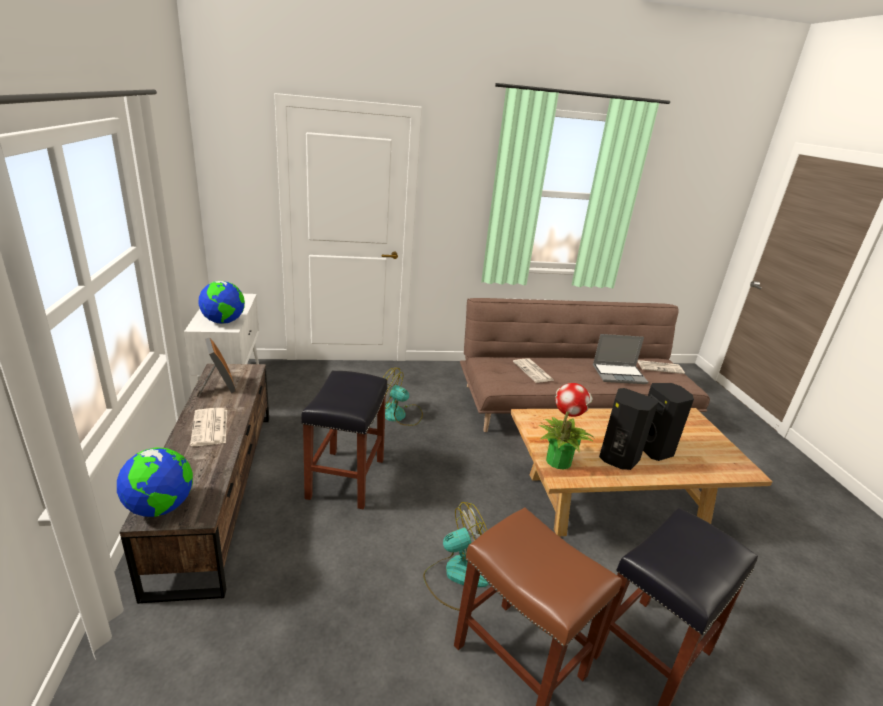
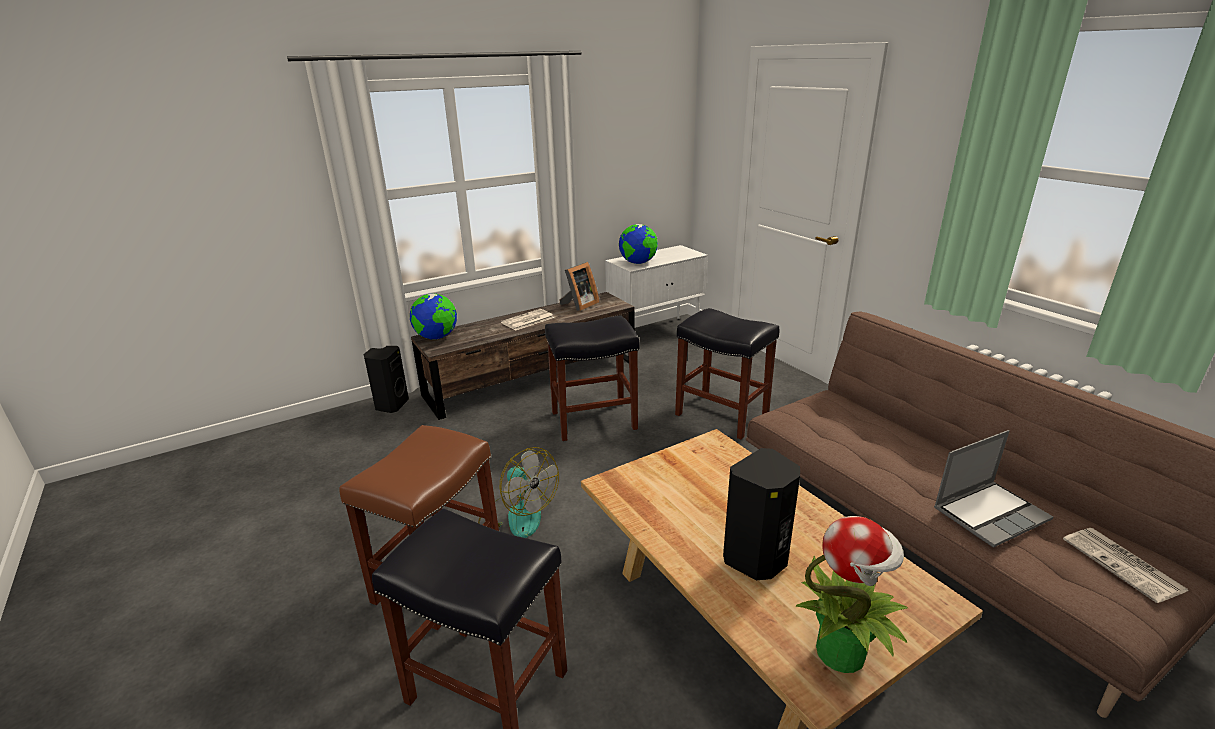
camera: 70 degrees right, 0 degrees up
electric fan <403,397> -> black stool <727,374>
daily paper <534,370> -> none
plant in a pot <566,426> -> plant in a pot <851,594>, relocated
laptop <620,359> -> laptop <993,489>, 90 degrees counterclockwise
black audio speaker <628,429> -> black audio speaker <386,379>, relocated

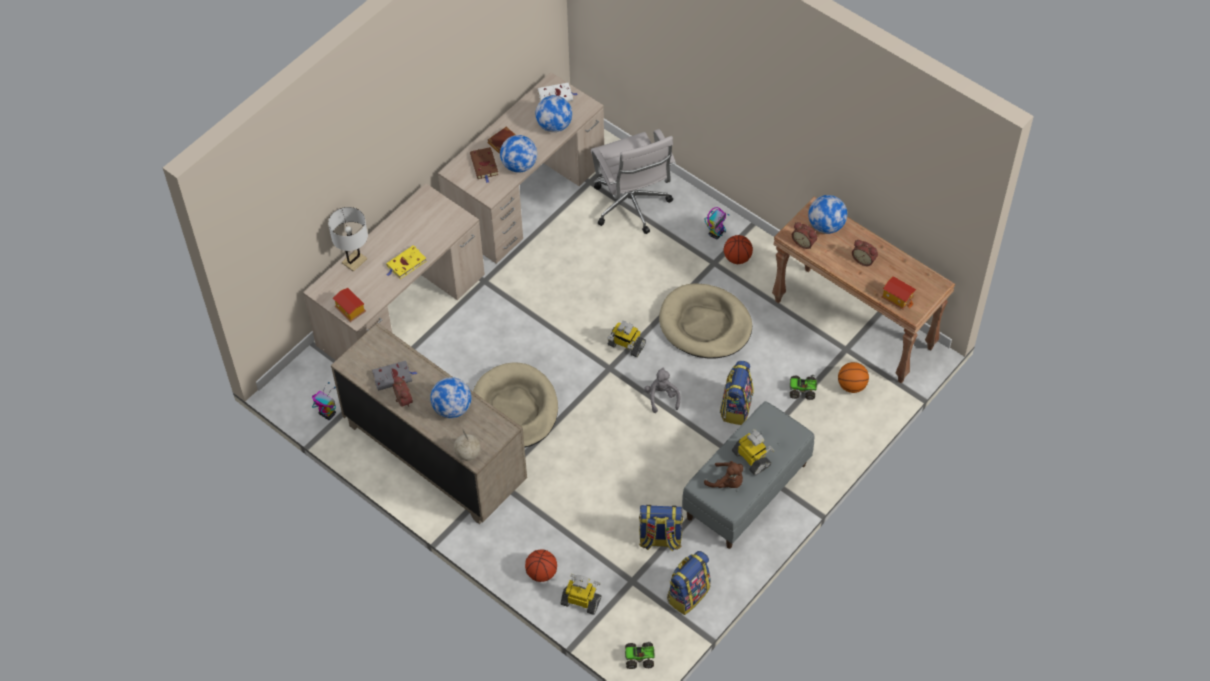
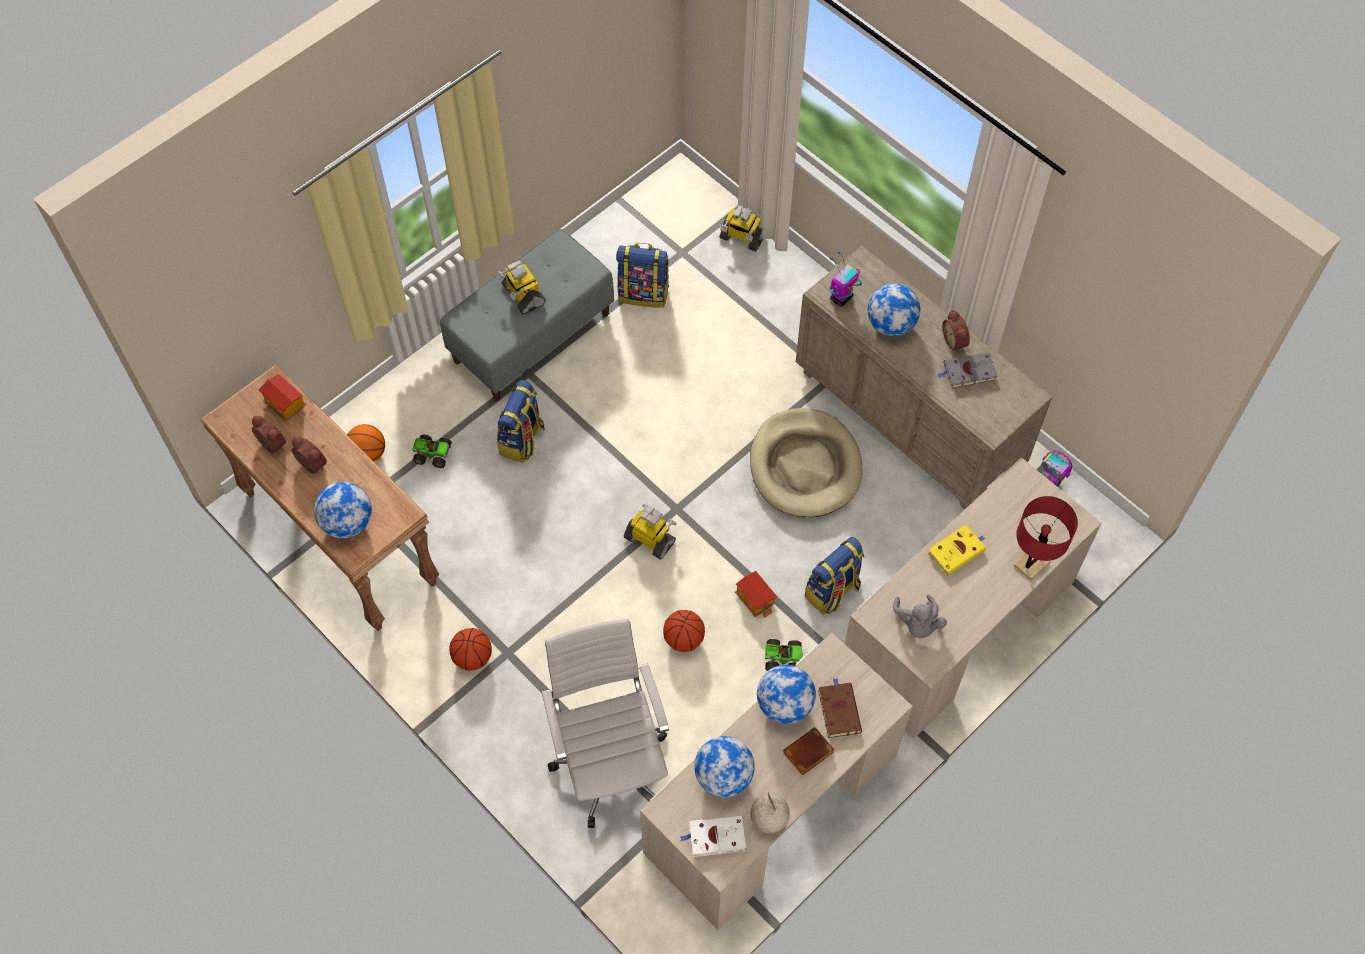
camera: 175 degrees left, 5 degrees up
white table lamp <348,239> -> red-coloured table lamp <1046,538>
model house <349,305> -> model house <756,594>, relocated
desk globe <467,445> -> desk globe <770,812>, relocated
basketball ball <541,566> -> basketball ball <684,631>, relocated
toy lorry <639,655> -> toy lorry <784,655>, relocated
greyish cuddly toy <662,390> -> greyish cuddly toy <920,616>, relocated
beige-coloured pet bed <705,321> -> none
rucksack <689,583> -> rucksack <834,576>, relocated
brown-coloured cuddly toy <723,474> -> none
model robot <717,223> -> model robot <846,279>, relocated
table clock <804,235> -> table clock <269,434>, relocated

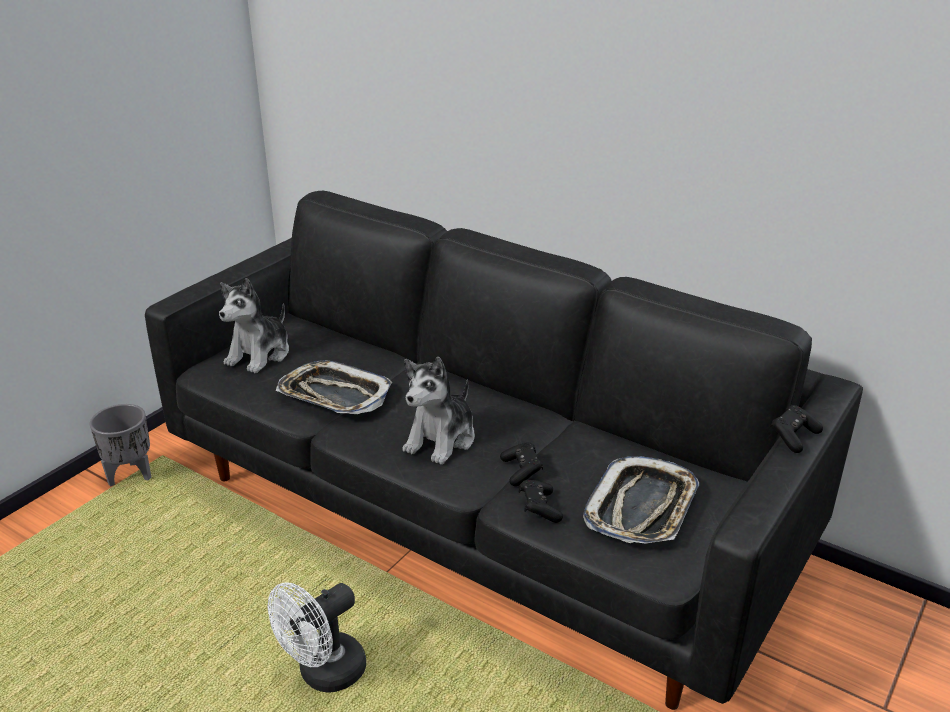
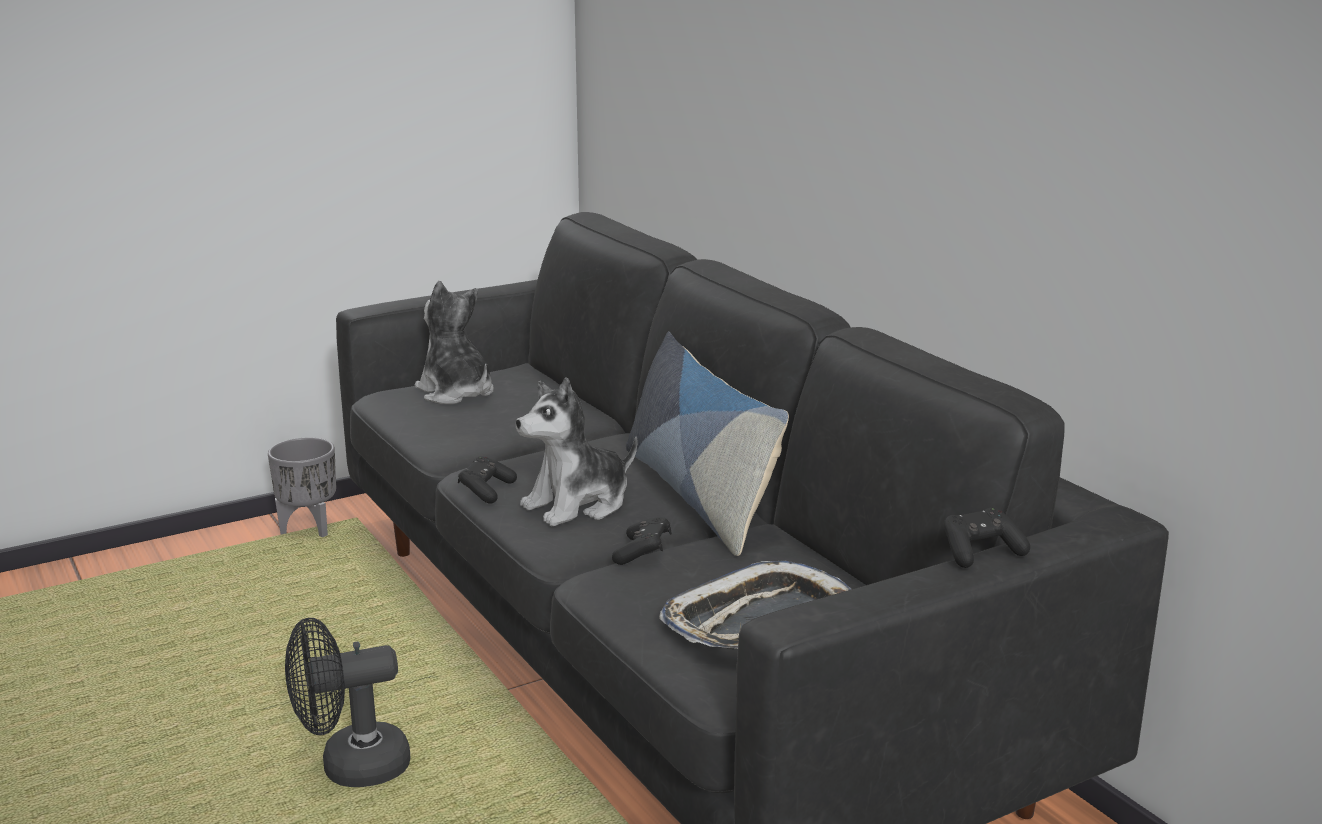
camera: 25 degrees right, 10 degrees down
cuddly toy <254,325> -> cuddly toy <454,343>, 90 degrees clockwise
white electric fan <317,637> -> black electric fan <347,702>
serving tray <334,387> -> none
black joypad <541,501> -> black joypad <487,480>, relocated
none -> pillow <707,443>

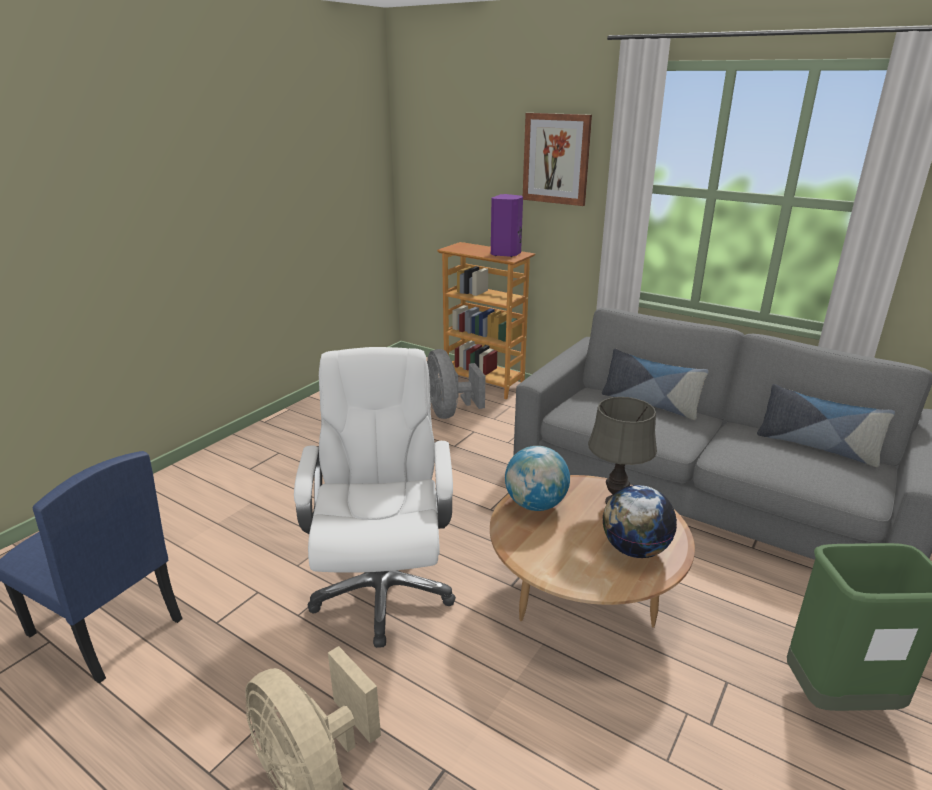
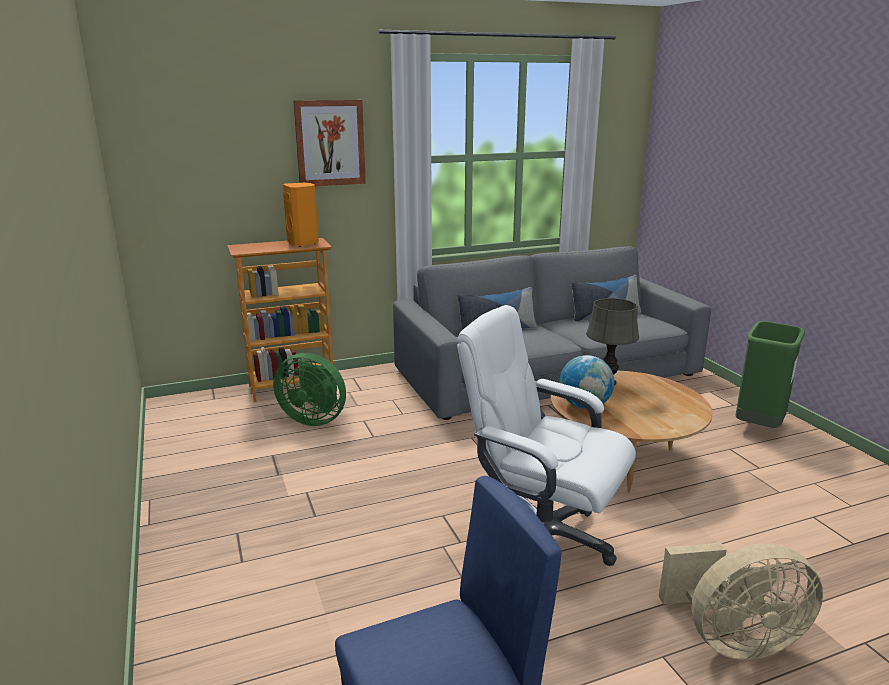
camera: 55 degrees left, 5 degrees down
greyish electric fan <456,384> -> green electric fan <309,389>
purple audio speaker <507,225> -> orange-coloured audio speaker <300,215>
desk globe <640,521> -> none

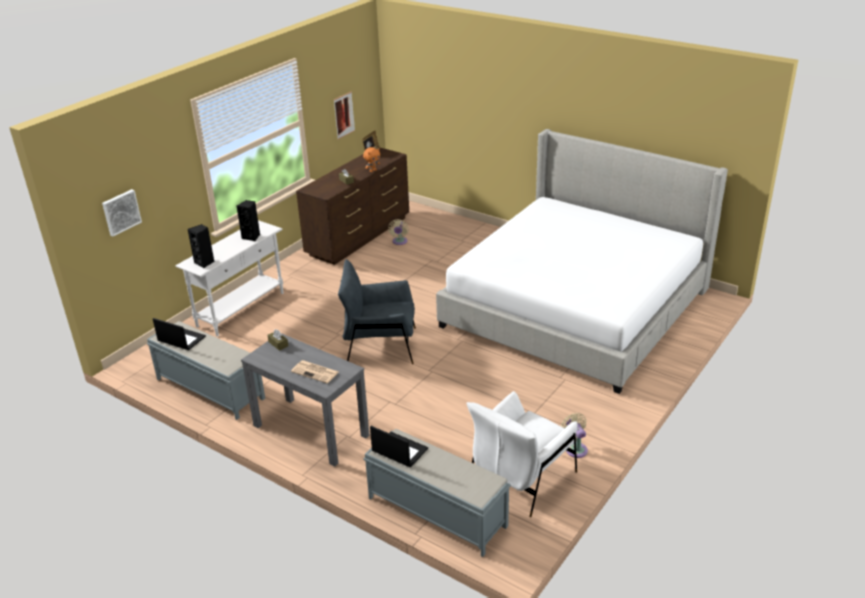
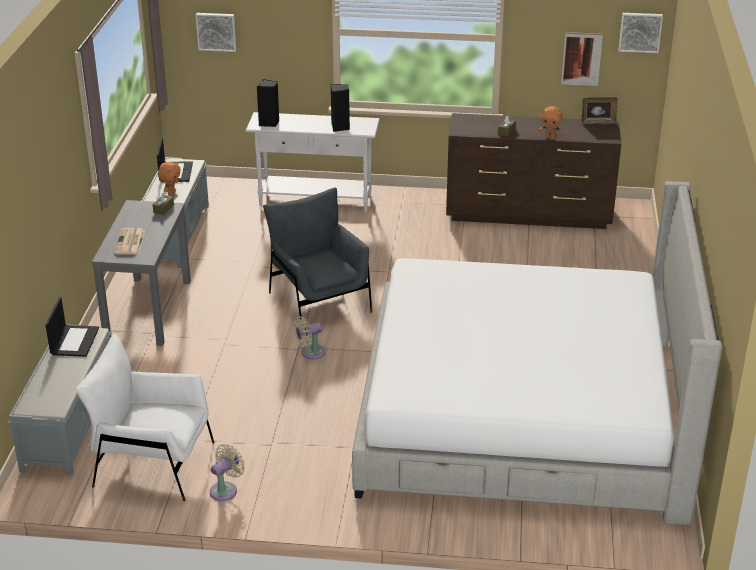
camera: 60 degrees right, 0 degrees up
beige-coloured electric fan <398,232> -> beige-coloured electric fan <309,338>, relocated
none -> orange-coloured cuddly toy <169,179>
none -> wall picture <641,33>

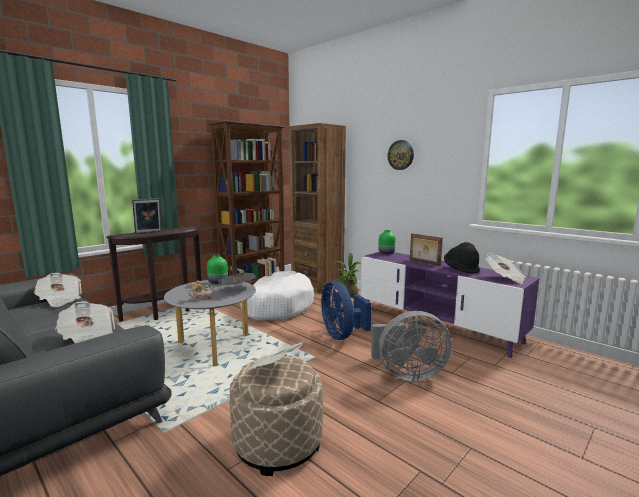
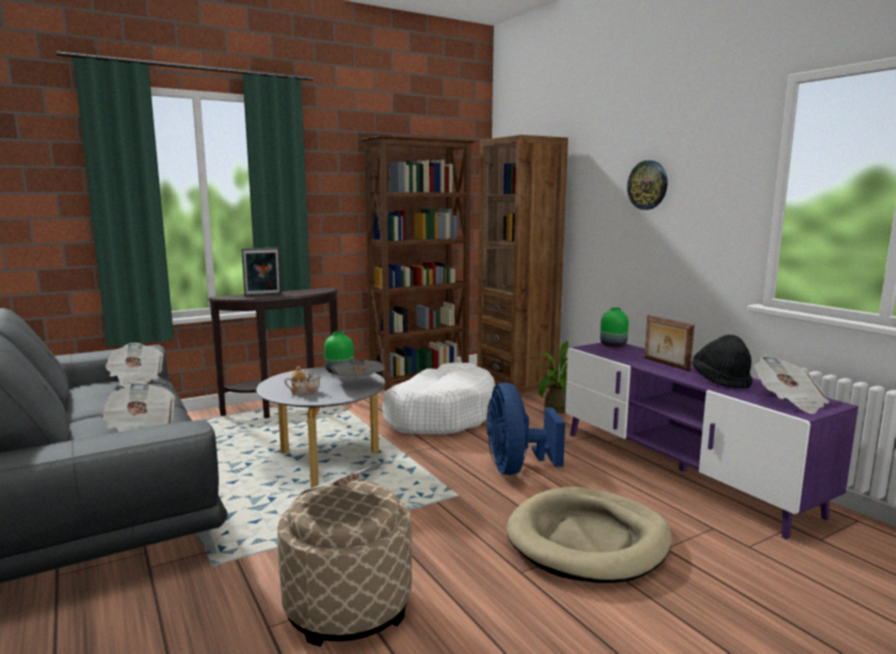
camera: 15 degrees right, 0 degrees up
greyish electric fan <411,346> -> beige-coloured pet bed <589,535>

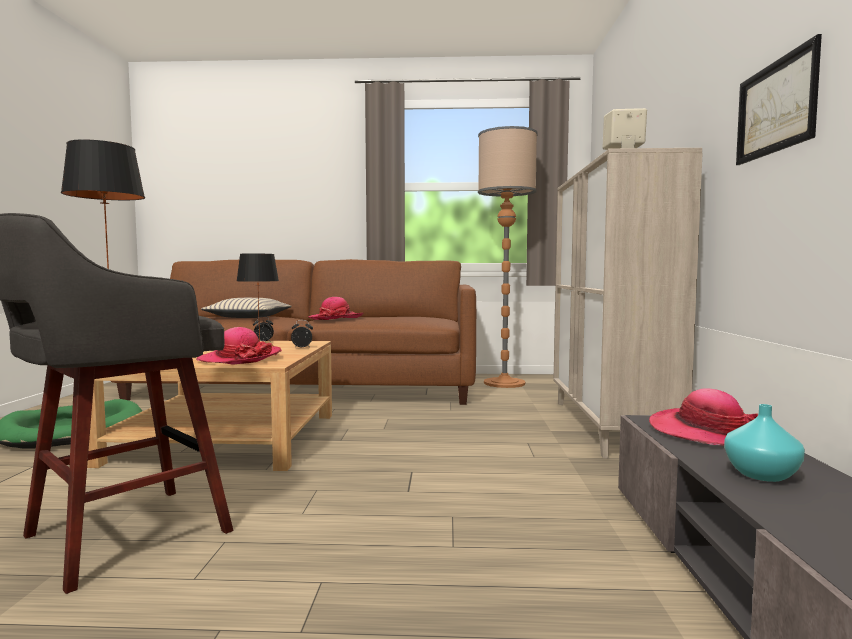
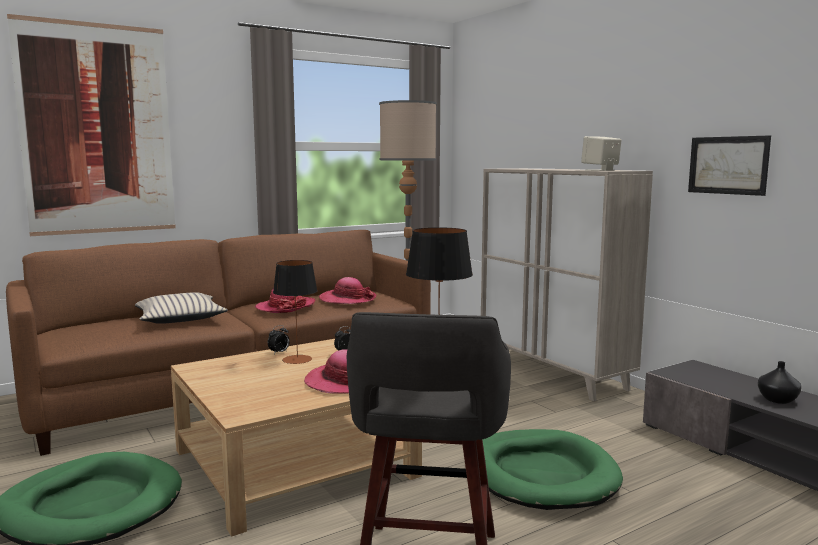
camera: 35 degrees left, 5 degrees up
wearable hat <703,416> -> wearable hat <347,290>, relocated
turquoise flower vase <764,443> -> black flower vase <779,382>
none -> wall picture <91,125>
none -> green pet bed <552,469>

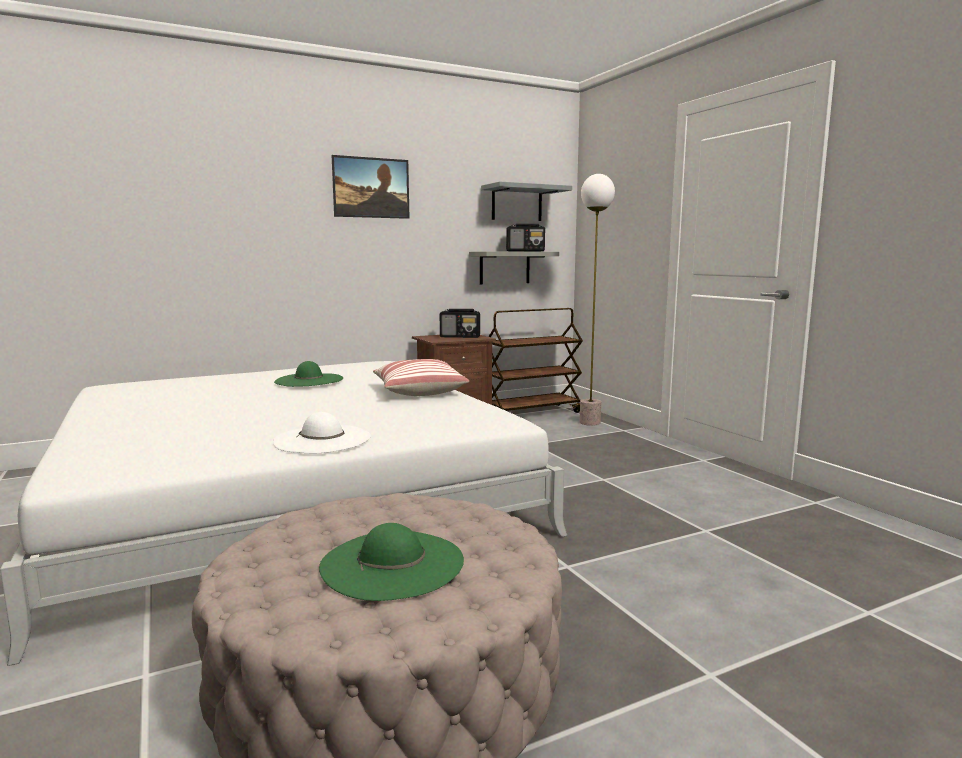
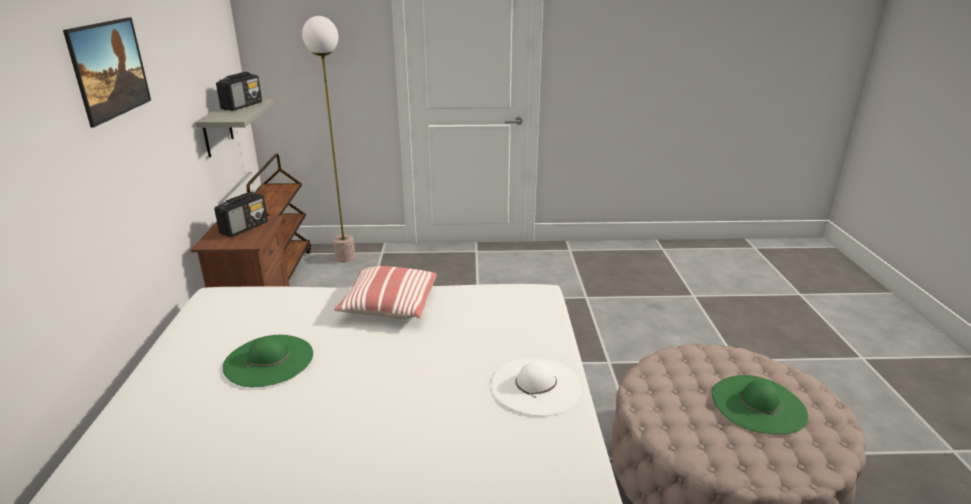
camera: 65 degrees left, 15 degrees up
greyish wall shelf <526,201> -> none

